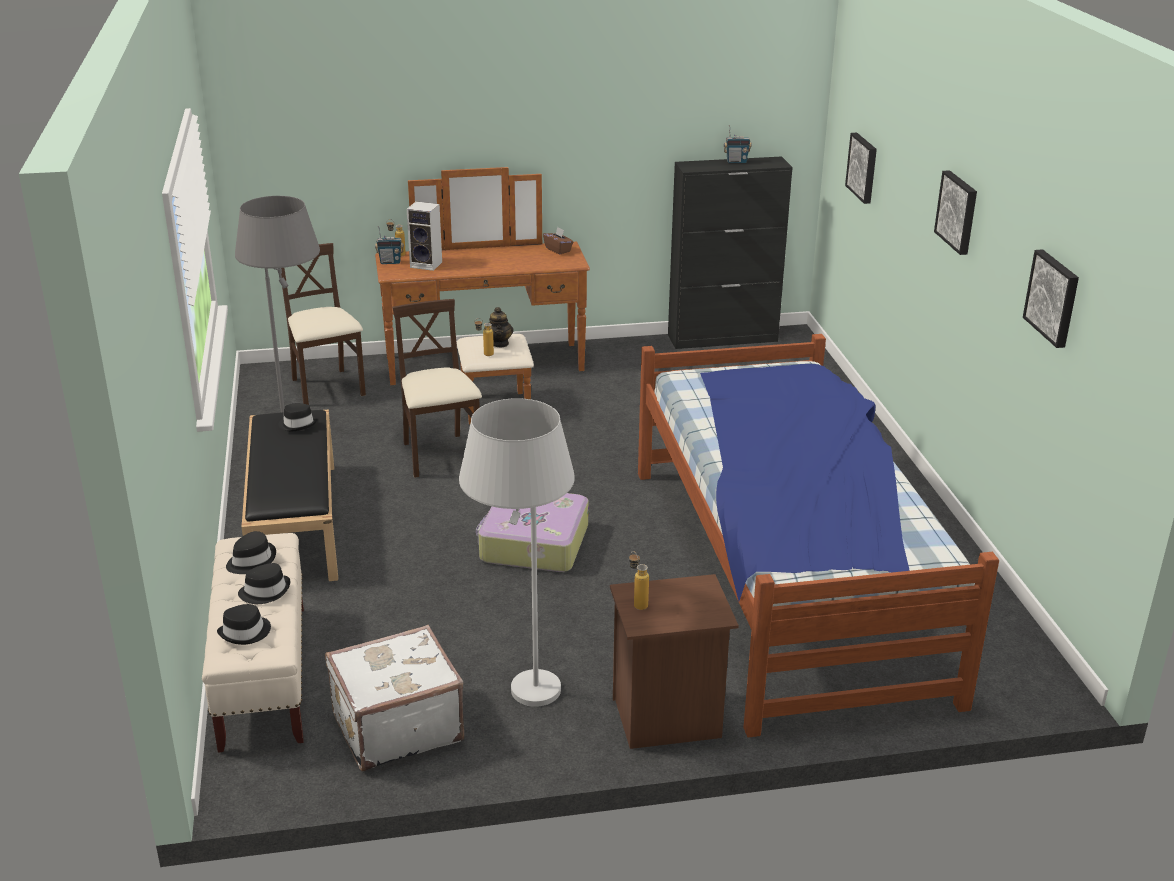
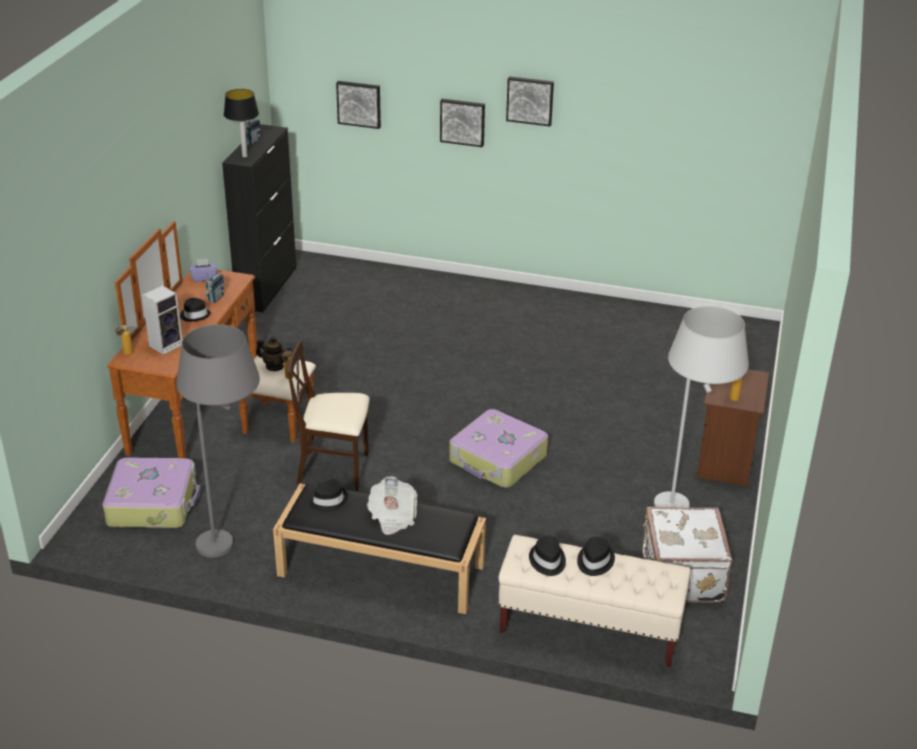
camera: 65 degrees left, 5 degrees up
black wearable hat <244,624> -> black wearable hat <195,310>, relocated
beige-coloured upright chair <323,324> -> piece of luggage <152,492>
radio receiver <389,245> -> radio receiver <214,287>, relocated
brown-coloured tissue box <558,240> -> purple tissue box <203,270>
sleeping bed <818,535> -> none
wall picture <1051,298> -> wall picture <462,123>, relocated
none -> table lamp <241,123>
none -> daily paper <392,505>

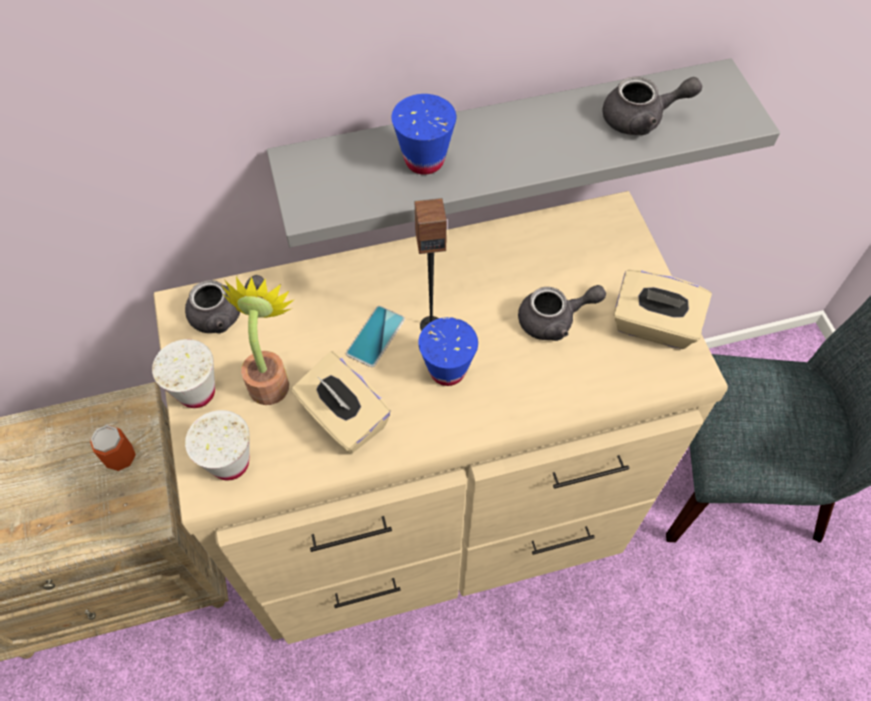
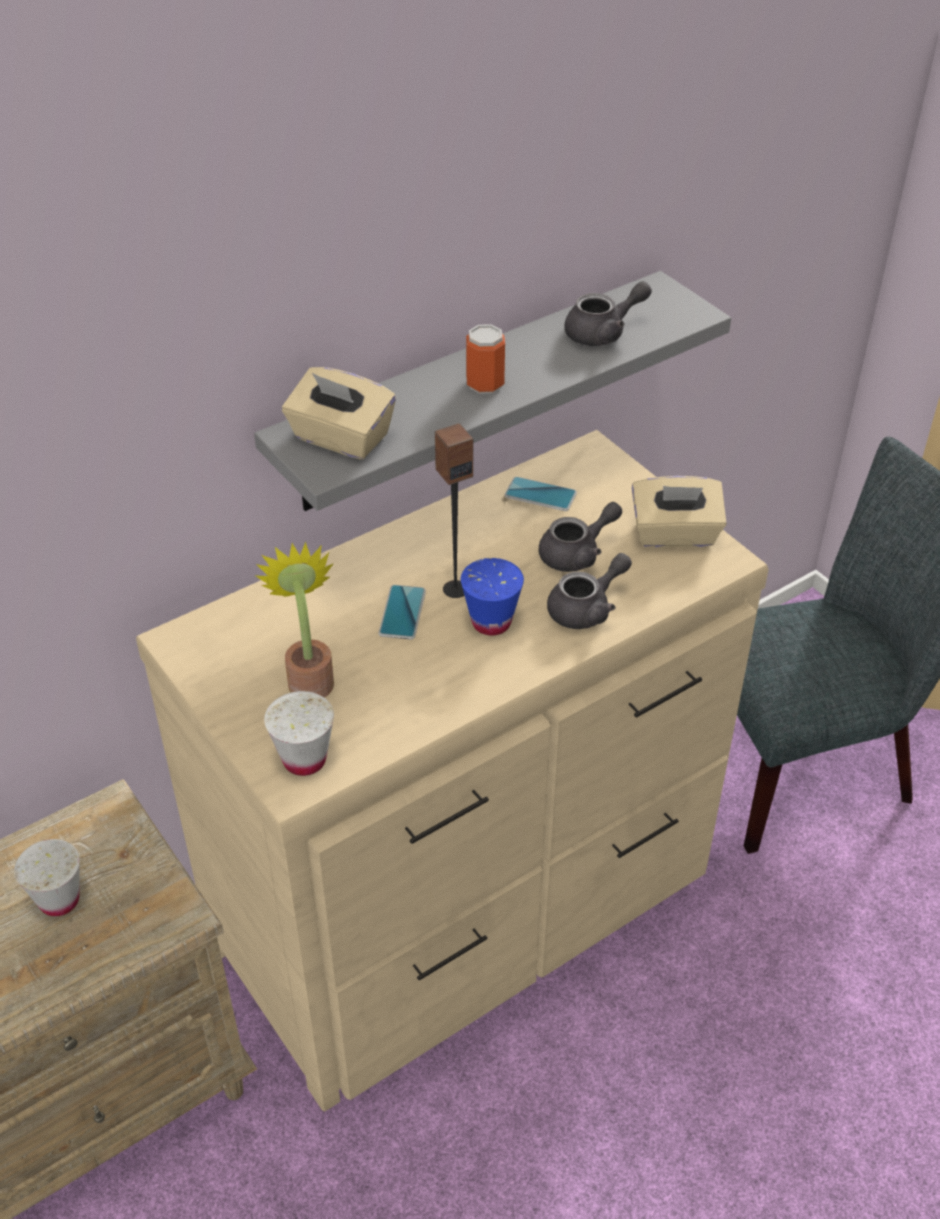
camera: 20 degrees left, 15 degrees down
can <113,448> -> can <485,359>, relocated
white cup <183,373> -> white cup <47,877>, relocated
greyish teapot <224,304> -> greyish teapot <589,591>, relocated
beige-coloured tissue box <342,403> -> beige-coloured tissue box <339,413>, relocated
blue-coloured cup <423,134> -> none
none -> handset <541,494>

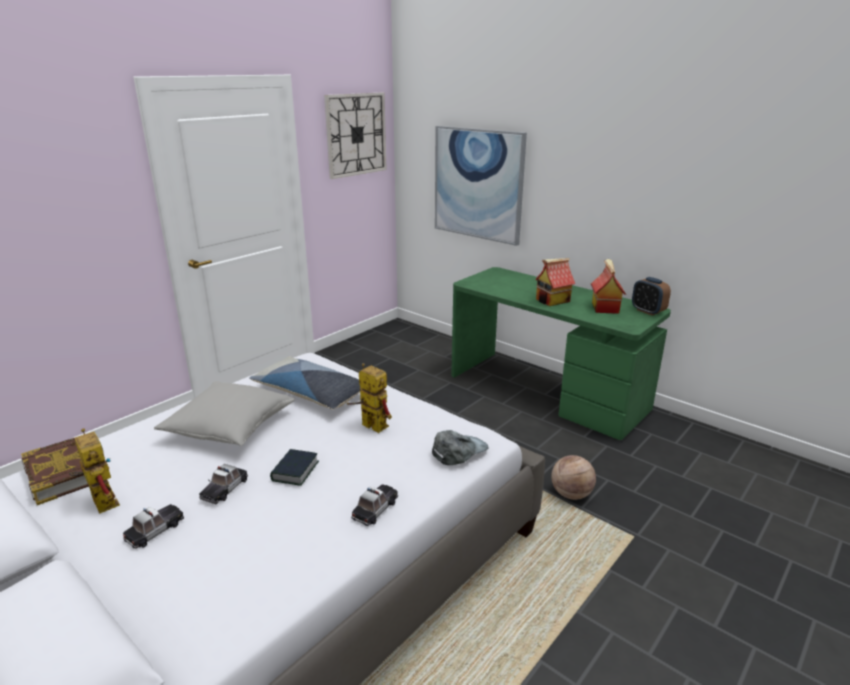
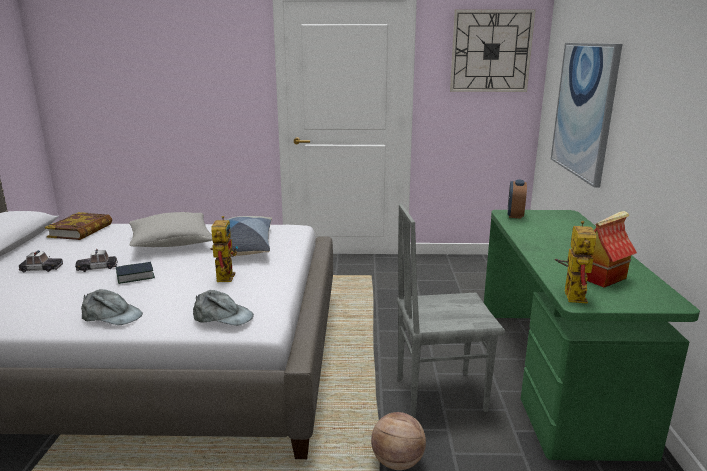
camera: 50 degrees right, 5 degrees down
model robot <94,471> -> model robot <575,262>, relocated
toy car <374,505> -> greyish cap <112,307>
model house <555,282> -> none
table clock <651,296> -> table clock <517,199>, relocated
none -> greyish upright chair <451,311>

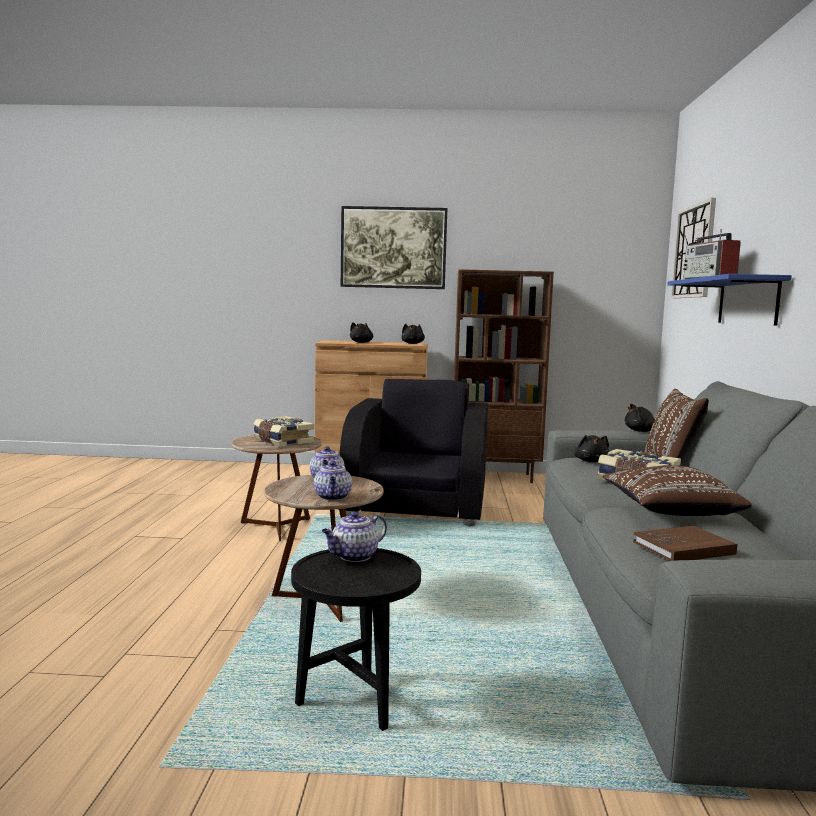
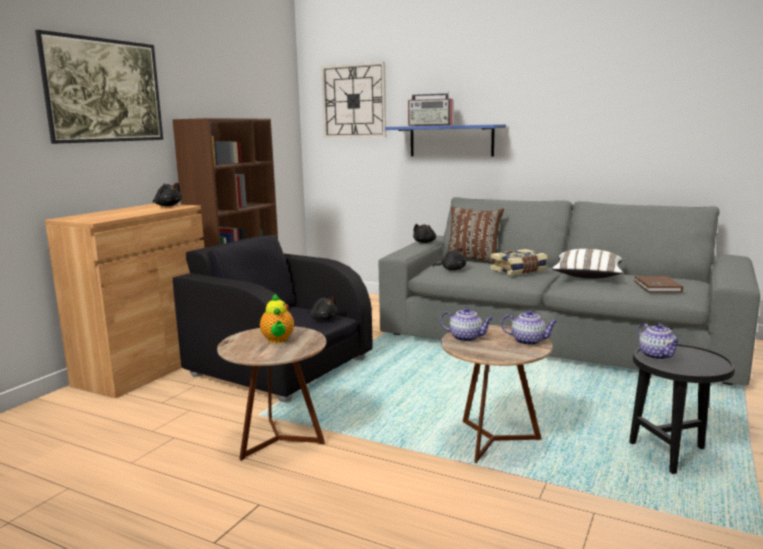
camera: 65 degrees left, 5 degrees up
volume <284,431> -> teapot <277,318>
black cuddly toy <361,332> -> black cuddly toy <322,308>, relocated
brown-coloured pillow <677,490> -> white pillow <587,264>

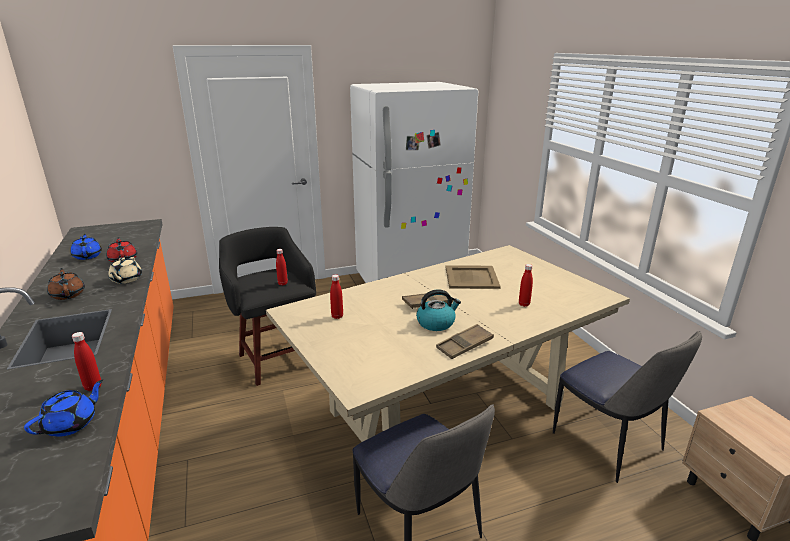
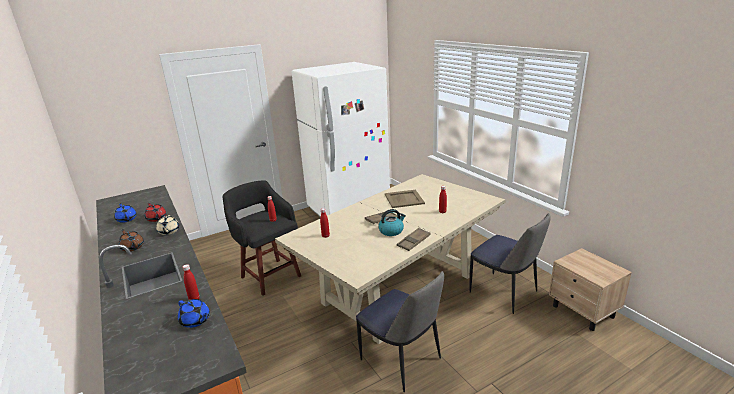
camera: 10 degrees left, 0 degrees up
blue-coloured teapot <63,408> -> blue-coloured teapot <194,313>, 105 degrees clockwise

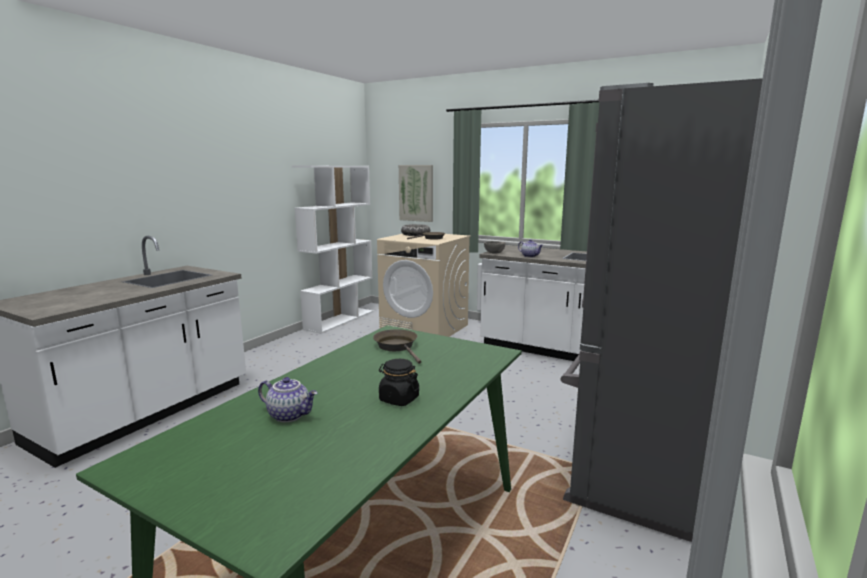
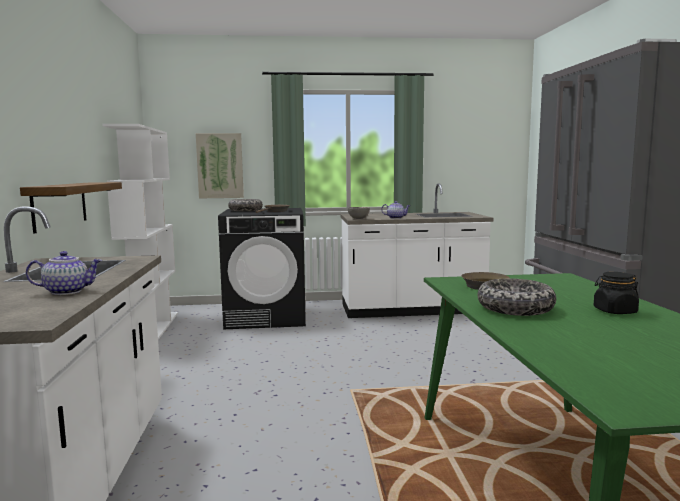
camera: 35 degrees left, 5 degrees down
teapot <288,399> -> teapot <64,273>, relocated
beige-coloured laundry machine <423,285> -> black laundry machine <262,268>
none -> wall shelf <71,208>
none -> bowl <516,297>

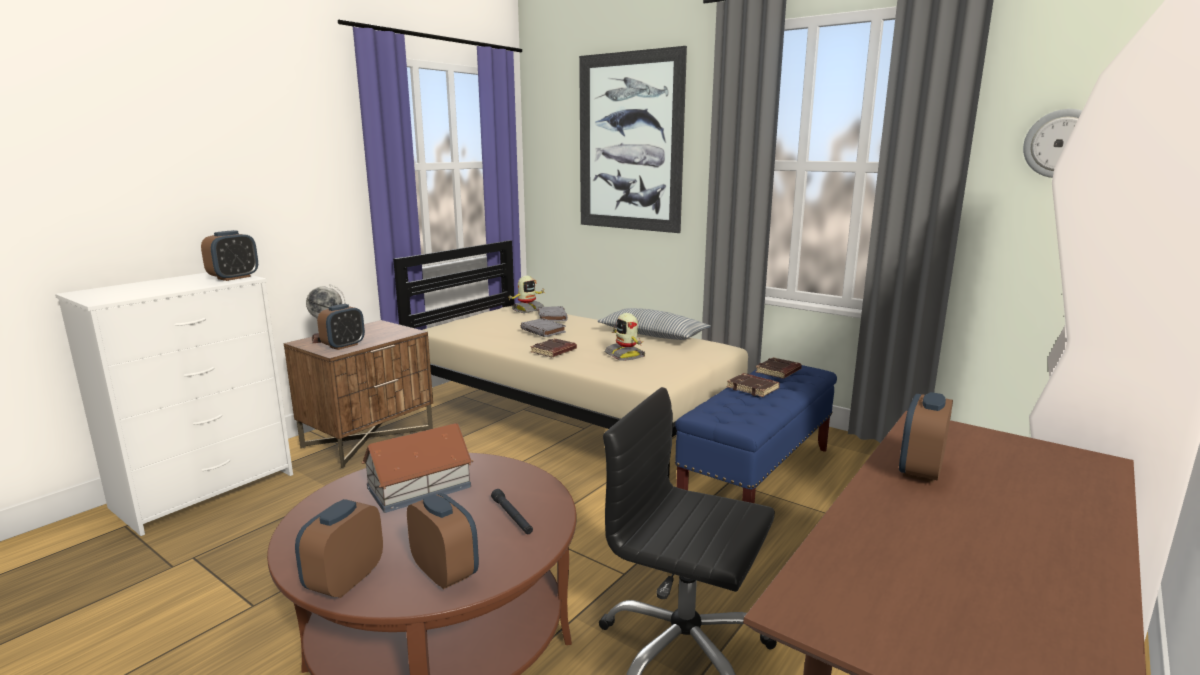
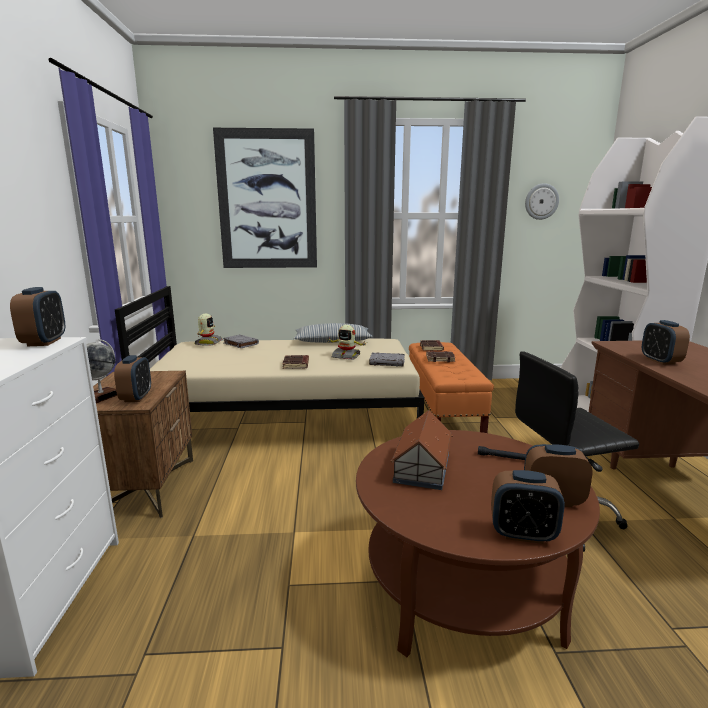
camera: 40 degrees left, 0 degrees up
table clock <339,548> -> table clock <528,507>, 60 degrees counterclockwise
greyish volume <543,327> -> greyish volume <387,359>, relocated
blue-coloured bench <756,434> -> orange-coloured bench <451,387>

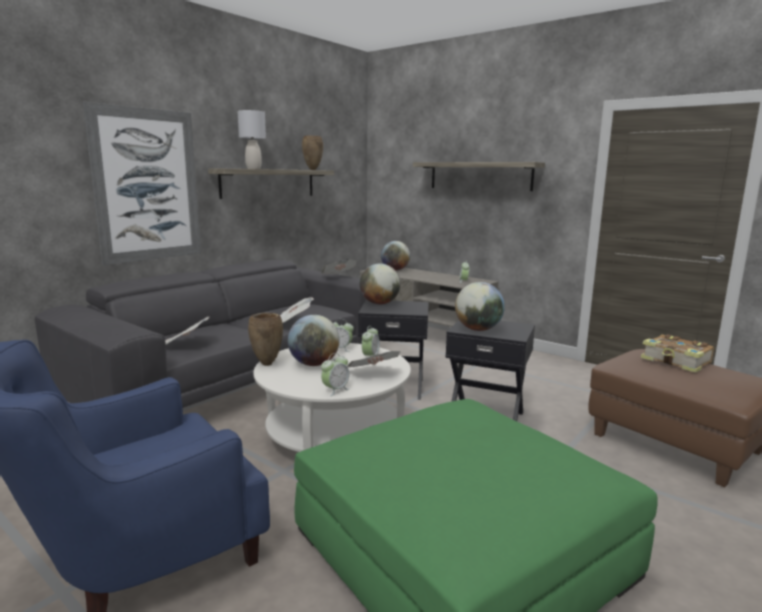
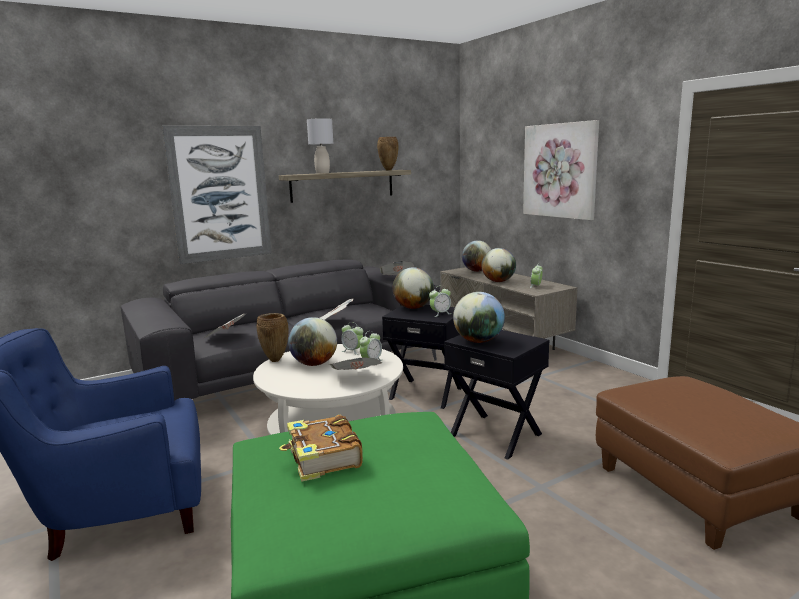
camera: 20 degrees right, 0 degrees up
table clock <335,374> -> table clock <440,301>, relocated
wall shelf <479,176> -> wall picture <561,170>
volume <677,353> -> volume <321,448>, relocated
none -> desk globe <499,265>

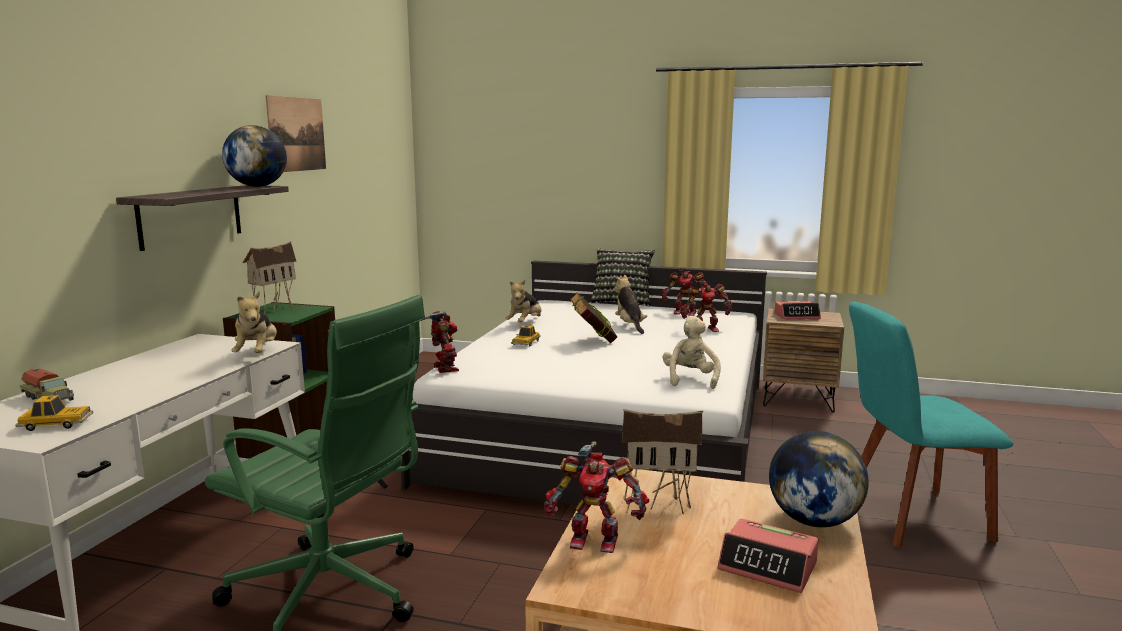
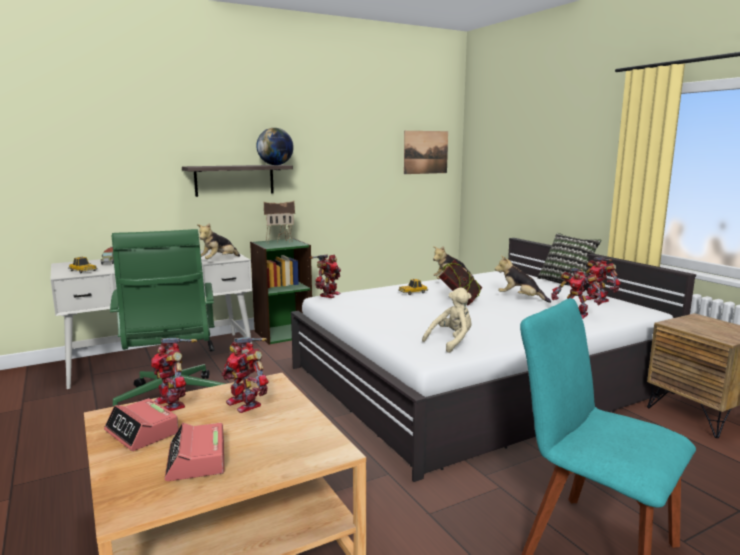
camera: 45 degrees right, 0 degrees up
wall picture <296,133> -> wall picture <426,152>, relocated
cuddly toy <630,304> -> cuddly toy <523,279>, 90 degrees counterclockwise
model house <662,461> -> model robot <244,375>
desk globe <819,479> -> none
table clock <797,310> -> table clock <141,424>, relocated

